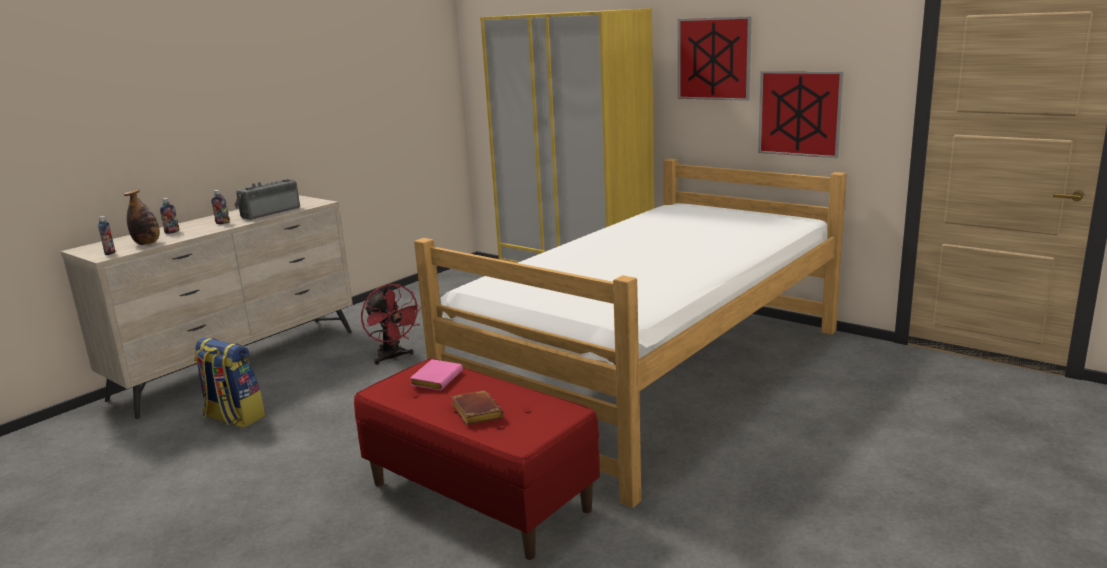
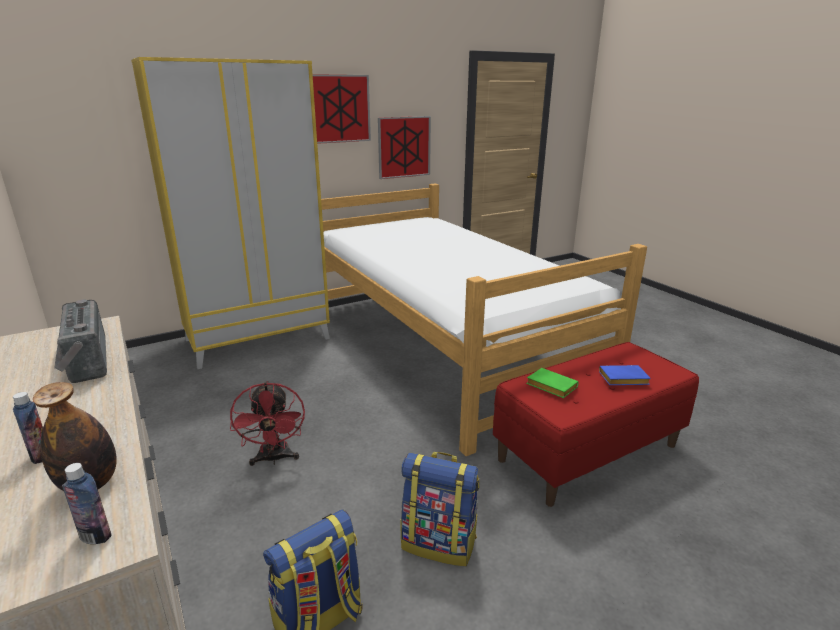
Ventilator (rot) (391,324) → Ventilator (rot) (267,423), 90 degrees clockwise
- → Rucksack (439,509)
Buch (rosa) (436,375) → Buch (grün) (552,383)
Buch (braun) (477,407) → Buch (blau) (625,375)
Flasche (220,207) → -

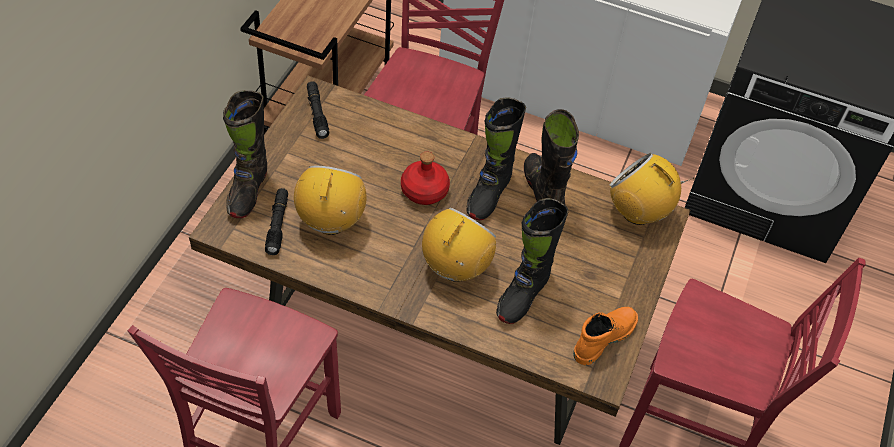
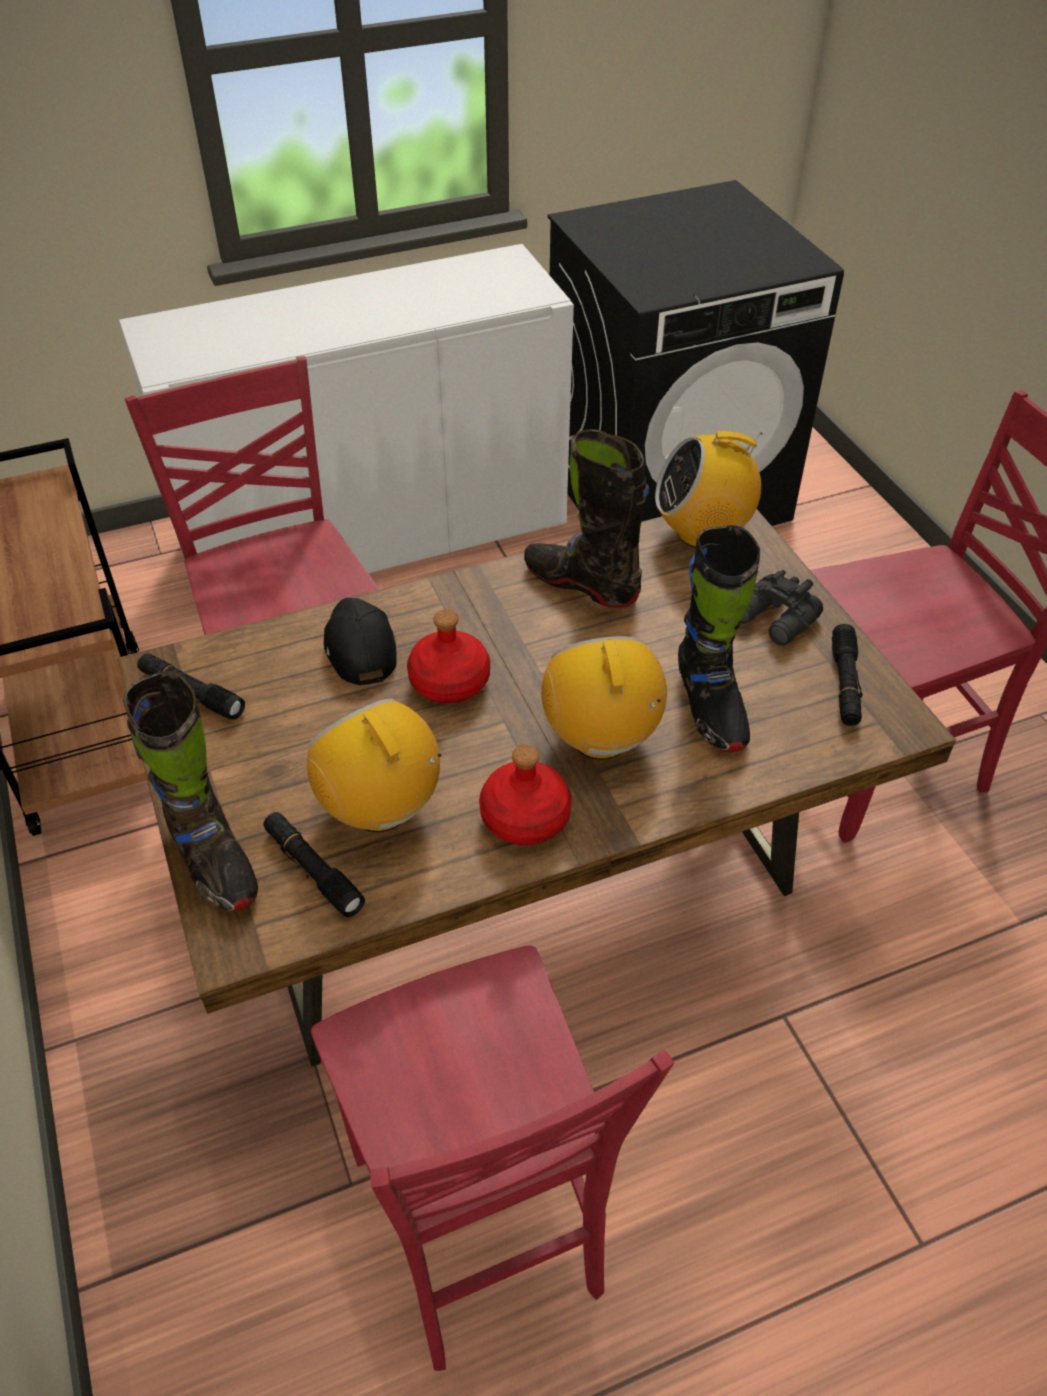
- → Kappe (schwarz) (360,641)
- → Flasche (rot) (525,795)
- → Fernglas (schwarz) (781,608)
Stiefel (orange) (605,336) → Taschenlampe (schwarz) (847,675)
Stiefel (schwarz) (496,158) → -

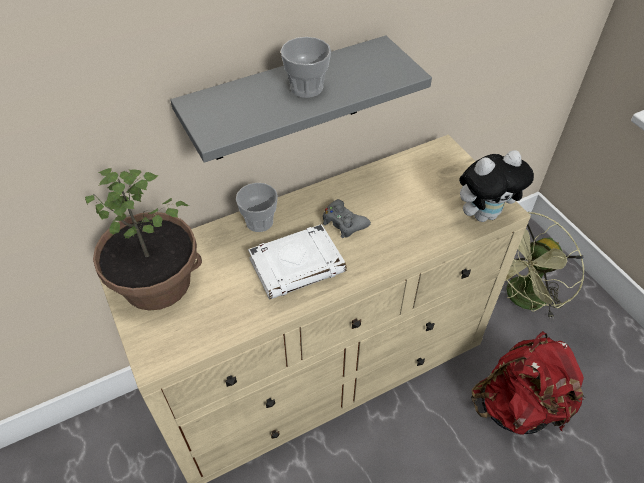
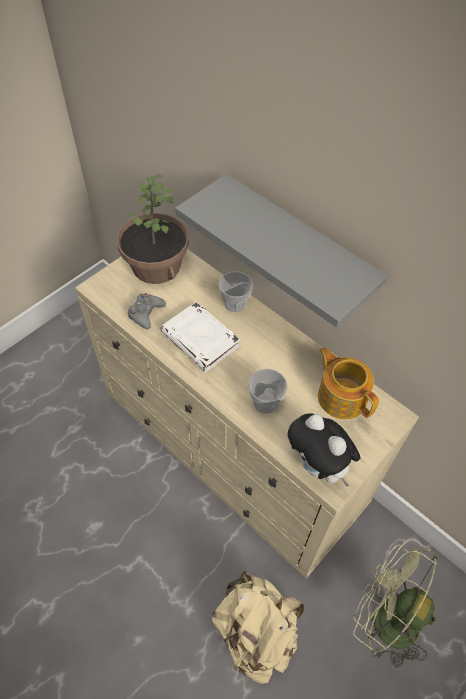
Gamepad (grau) (347,218) → Gamepad (grau) (147,311), move
Rucksack (rot) (528,383) → Rucksack (beige) (258,627)
Tasse (306,67) → Tasse (267,391), move
- → Teekanne (348,383)

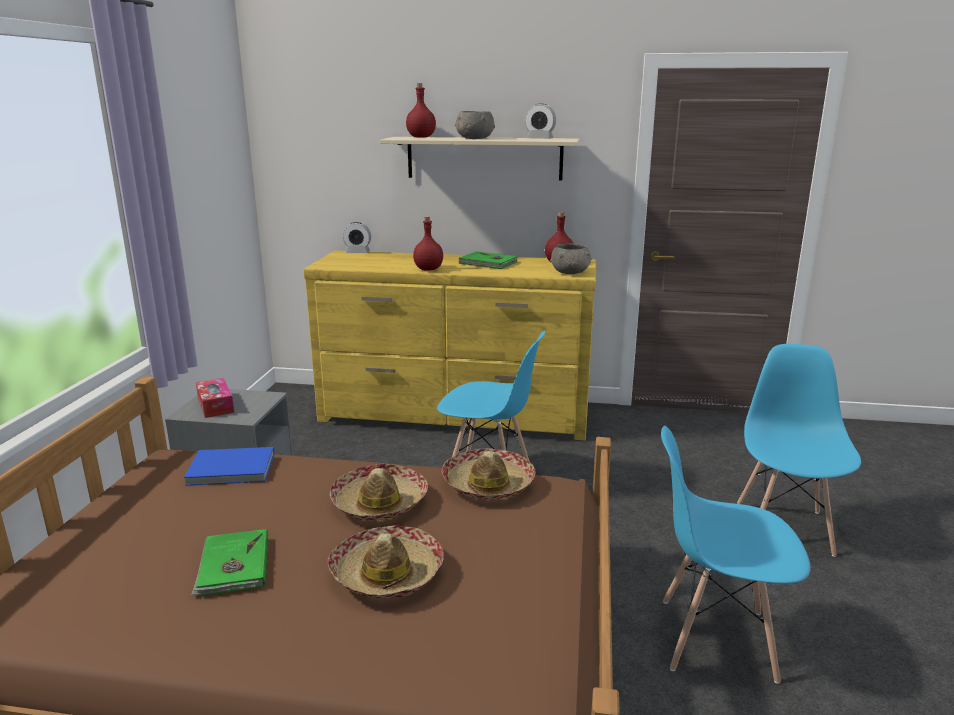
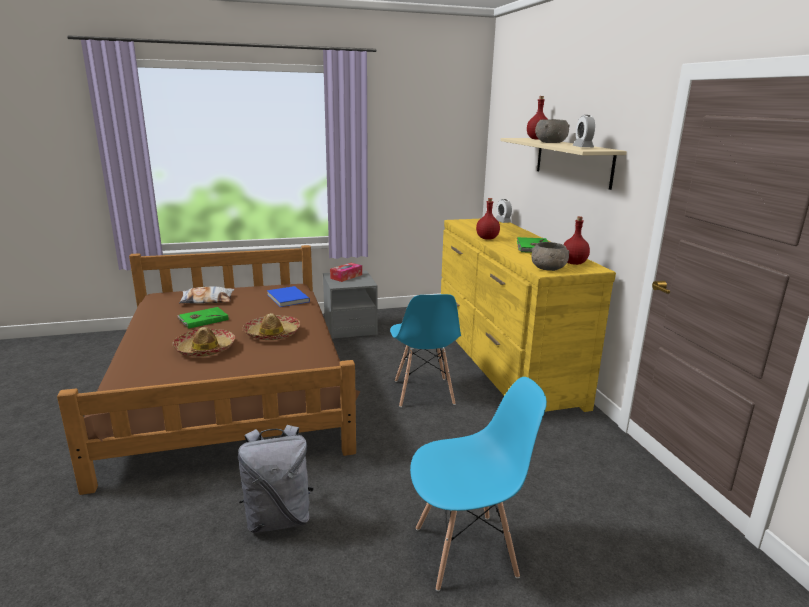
- → Kissen (206,295)
Stuhl (blau) (736,555) → Rucksack (grau) (276,479)
Hut (488,473) → -

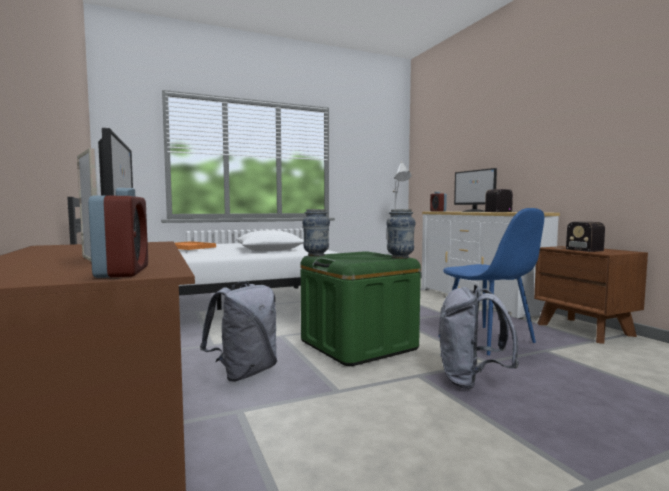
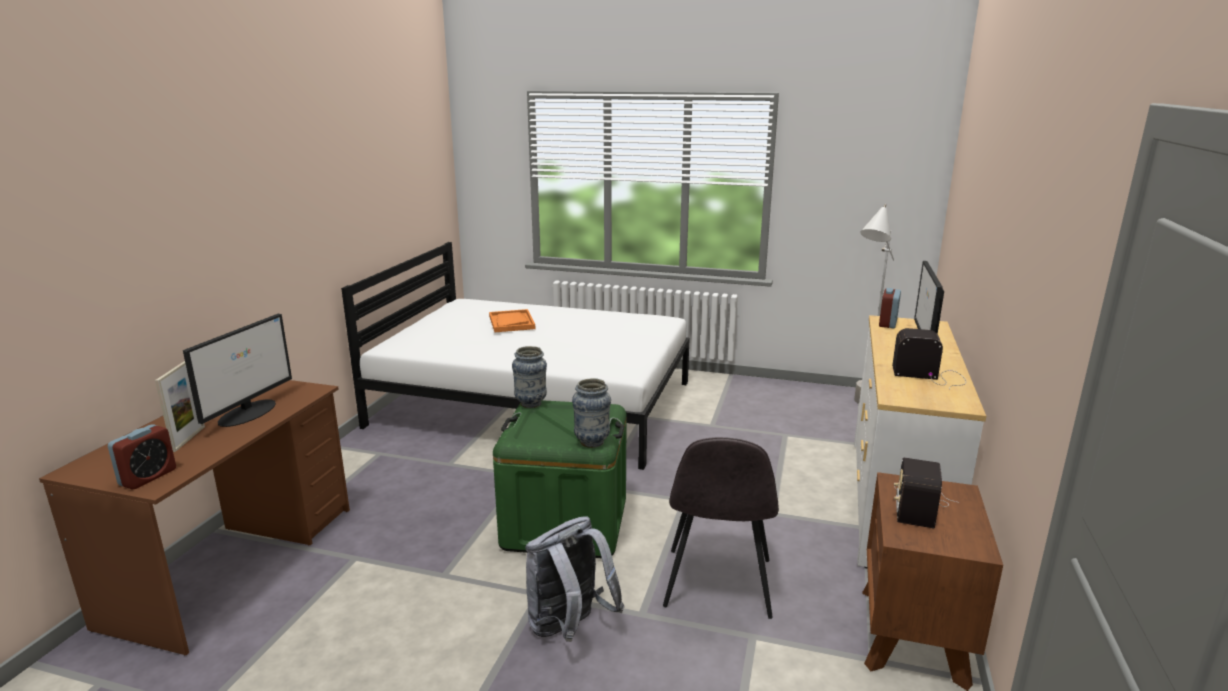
Stuhl (blau) (491,281) → Stuhl (grau) (721,528)
Rucksack (grau) (238,331) → -
Kissen (weiß) (270,241) → -

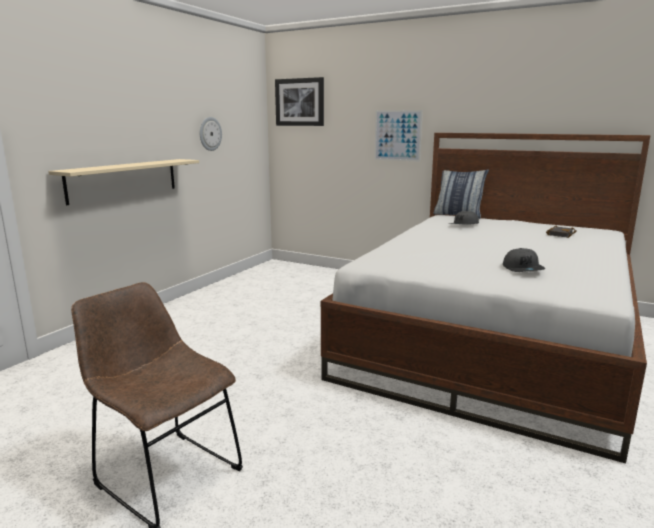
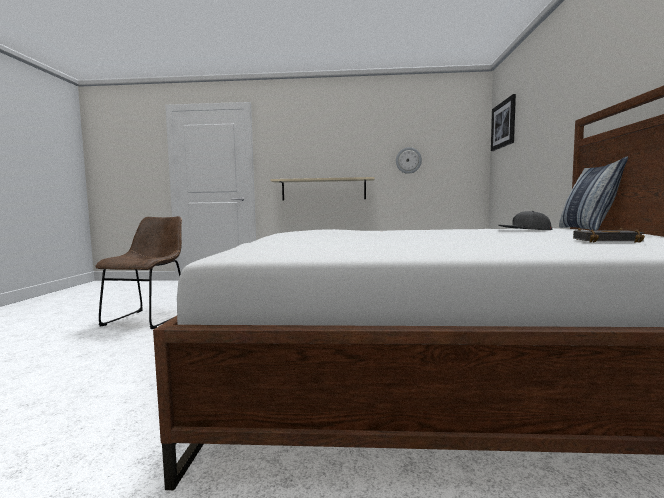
Bild (398,136) → -
Kappe (grau) (524,260) → -

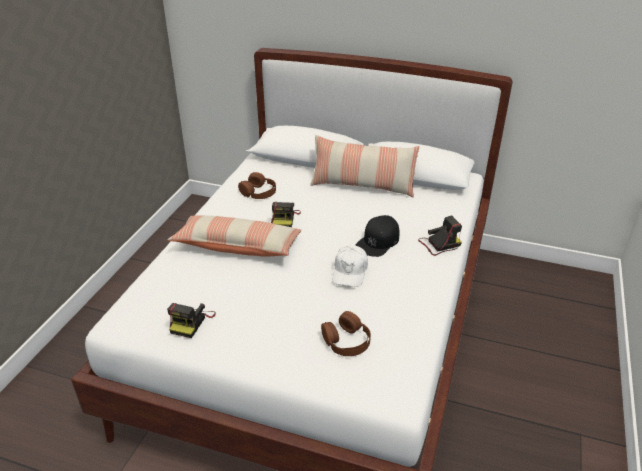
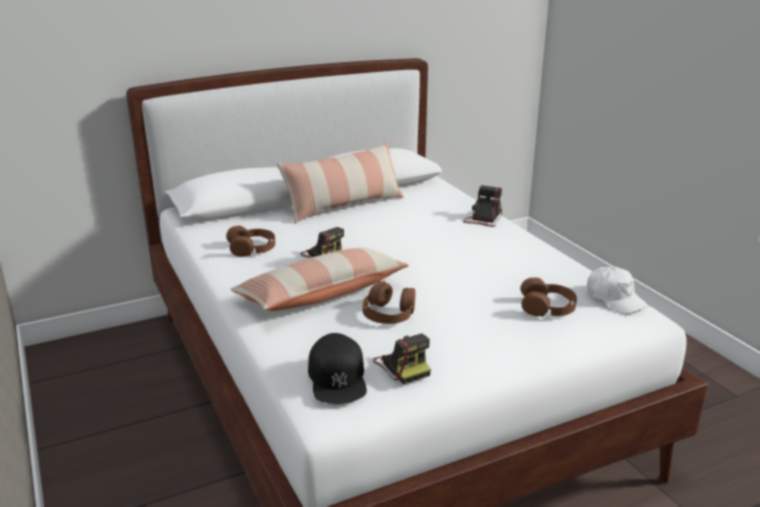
Kappe (schwarz) (377,236) → Kappe (schwarz) (337,368), move
- → Kopfhörer (braun) (388,302)
Kappe (weiß) (350,266) → Kappe (weiß) (618,290), move

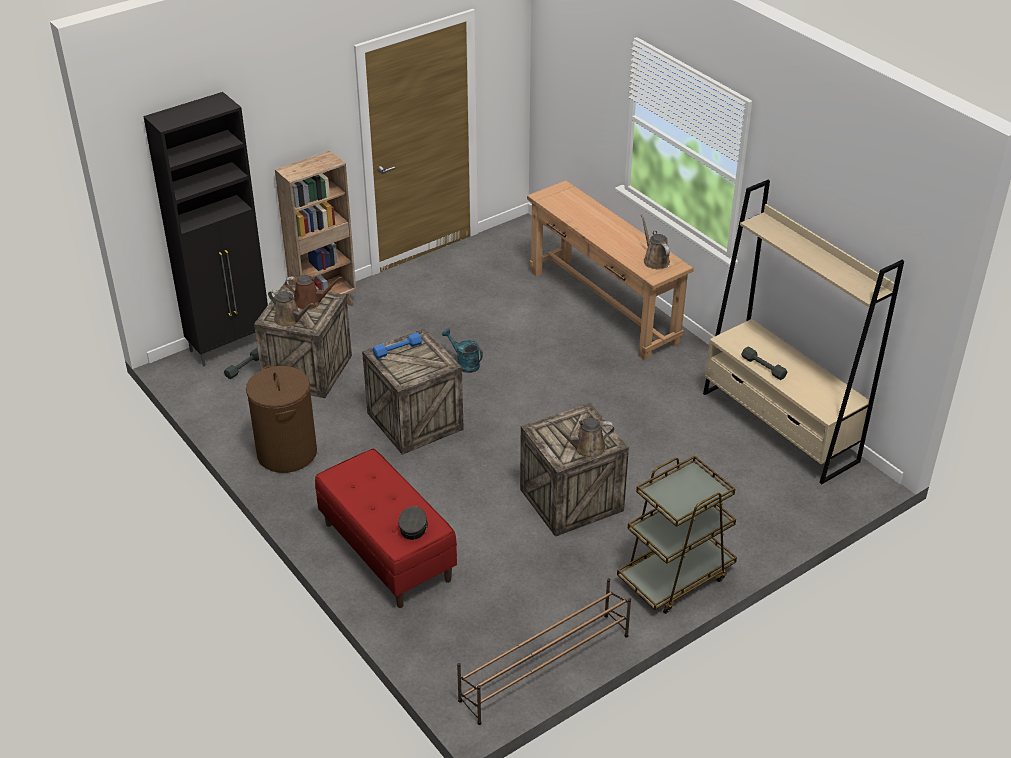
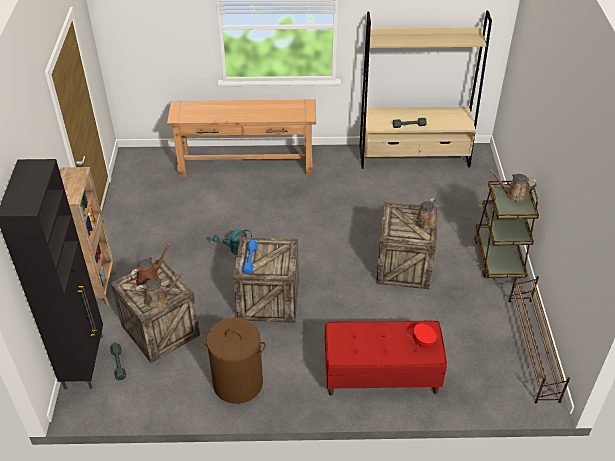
Kappe (grau) (413,523) → Kappe (rot) (422,335)
Gießkanne (braun) (655,241) → Gießkanne (braun) (513,186), move

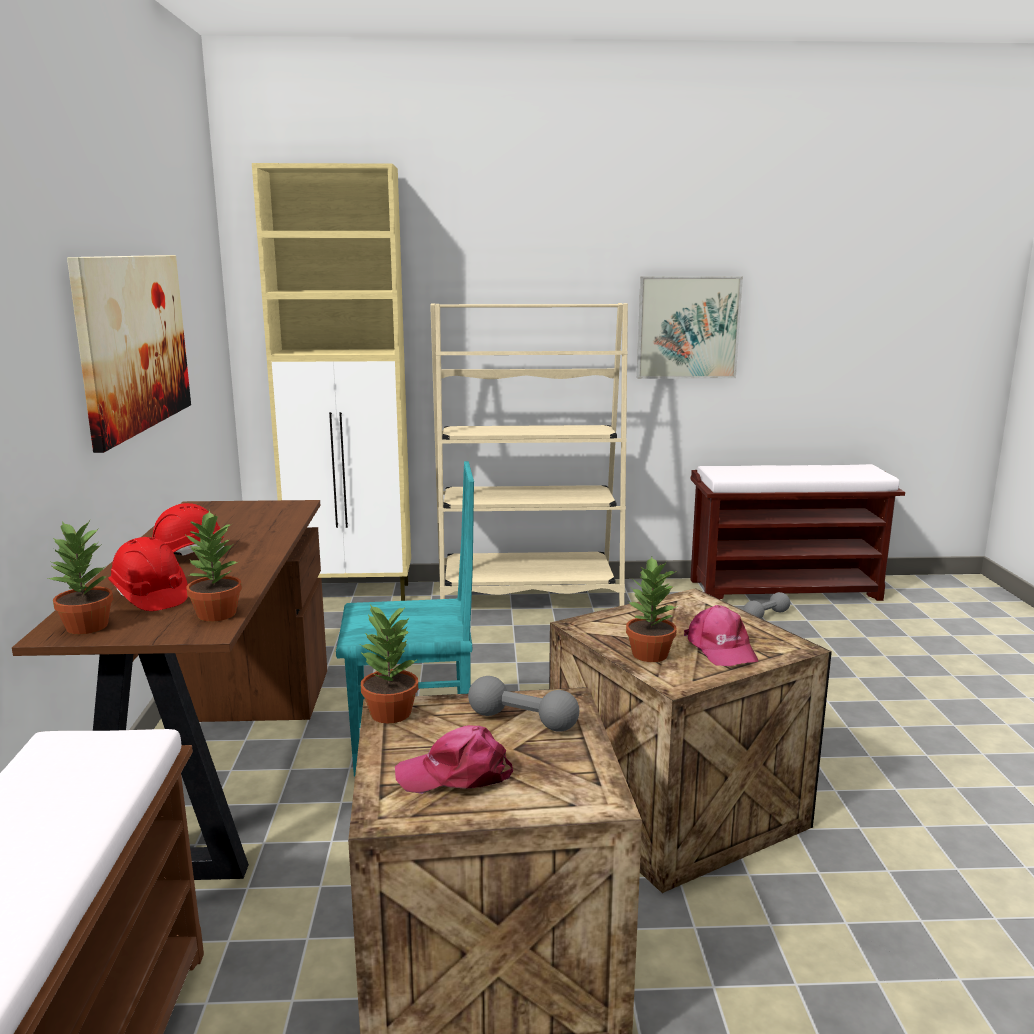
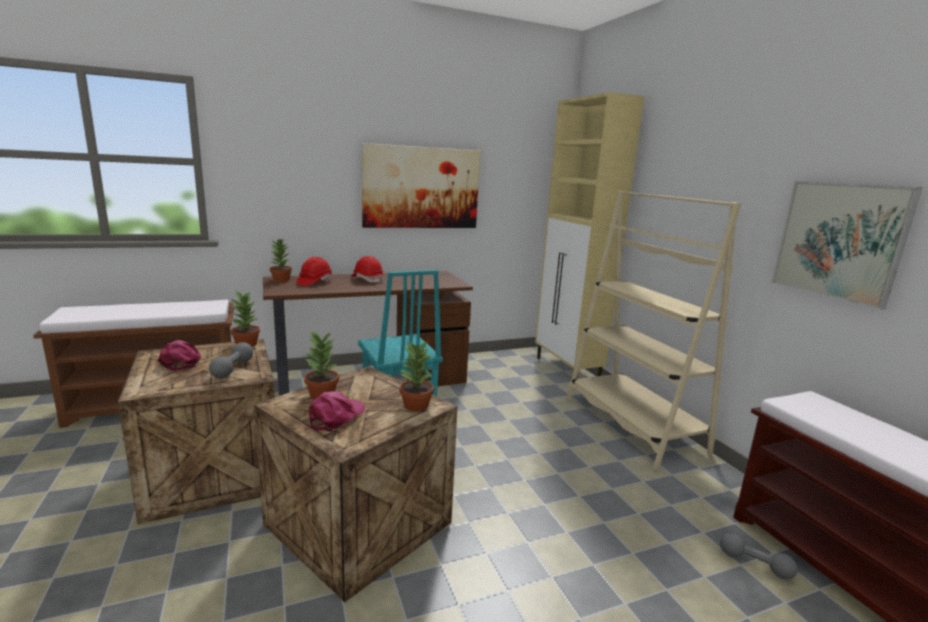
Kappe (rosa) (721,635) → Kappe (rosa) (337,411), 150 degrees clockwise
Topfpflanze (213,565) → Topfpflanze (417,376), move

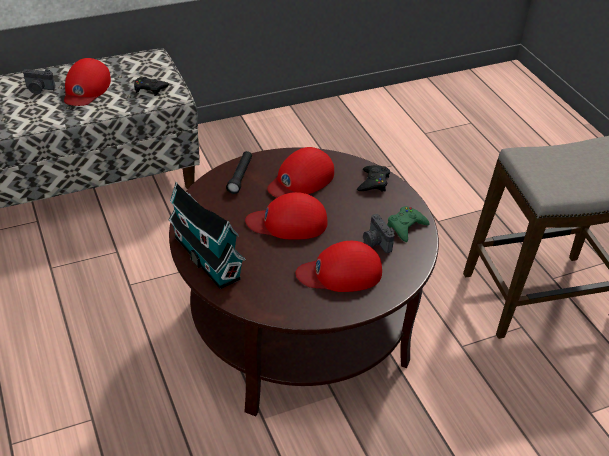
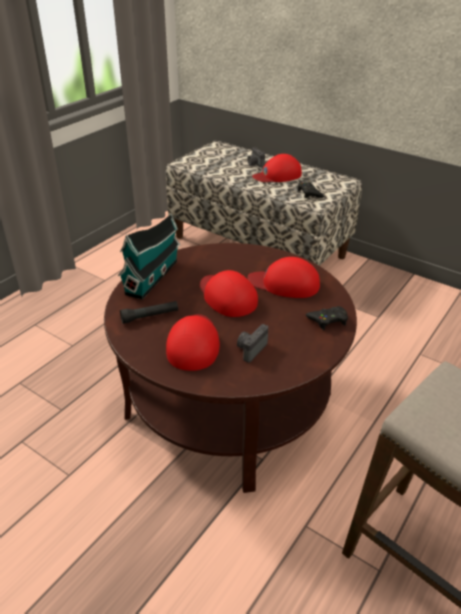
Taschenlampe (schwarz) (239,172) → Taschenlampe (schwarz) (149,312), move
Kappe (rot) (338,266) → Kappe (rot) (193,342), 45 degrees clockwise
Gamepad (grün) (408,224) → -

